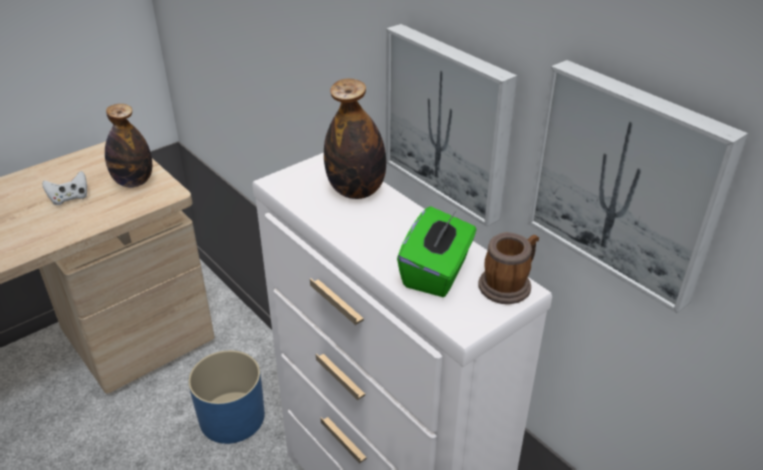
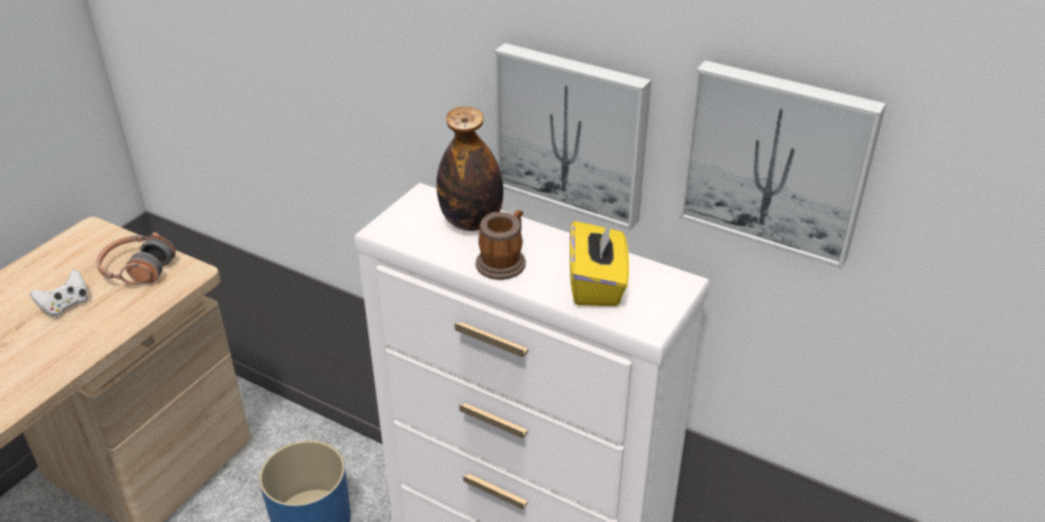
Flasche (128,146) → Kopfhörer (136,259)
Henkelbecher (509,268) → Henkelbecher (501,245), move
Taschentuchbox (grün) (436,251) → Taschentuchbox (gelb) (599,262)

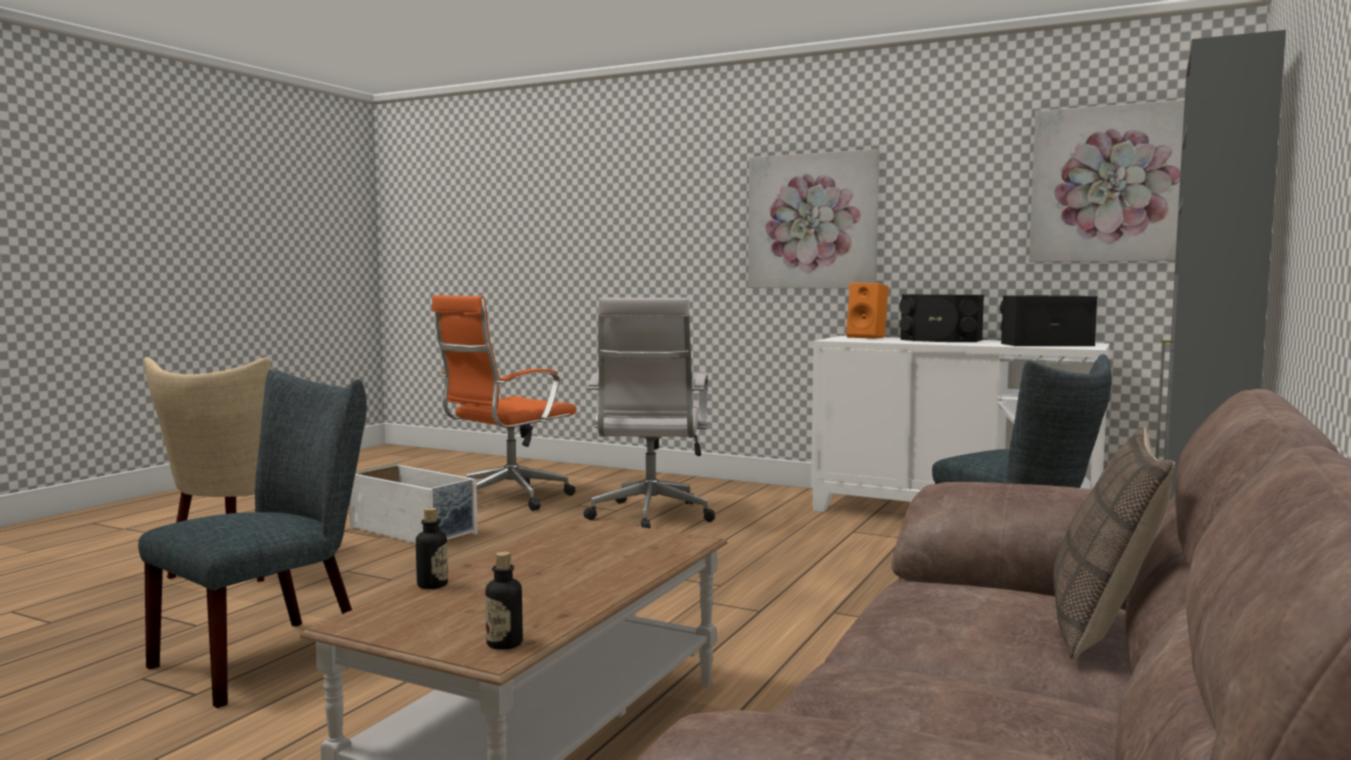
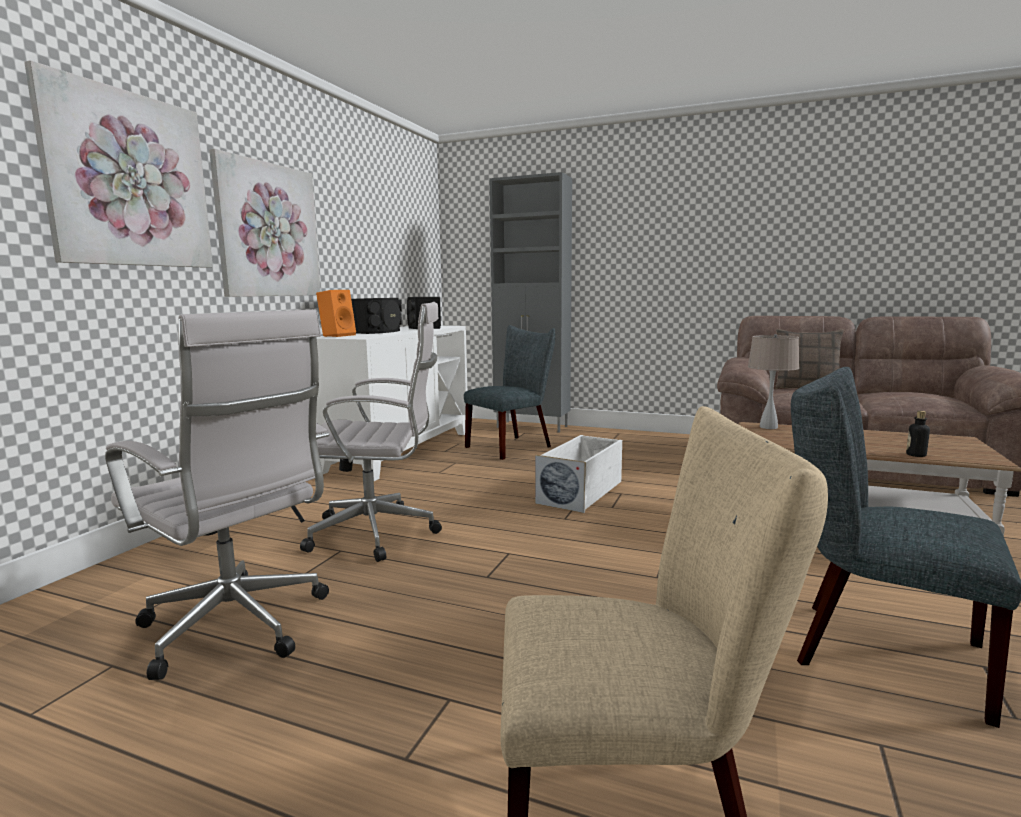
Bild (1107,181) → Bild (118,164), move
Bürostuhl (orange) (504,403) → Bürostuhl (weiß) (217,494)
Aufbewahrungsbox (weiß) (413,502) → Aufbewahrungsbox (weiß) (578,474), move
- → Tischlampe (beige) (773,381)
Flasche (504,601) → -

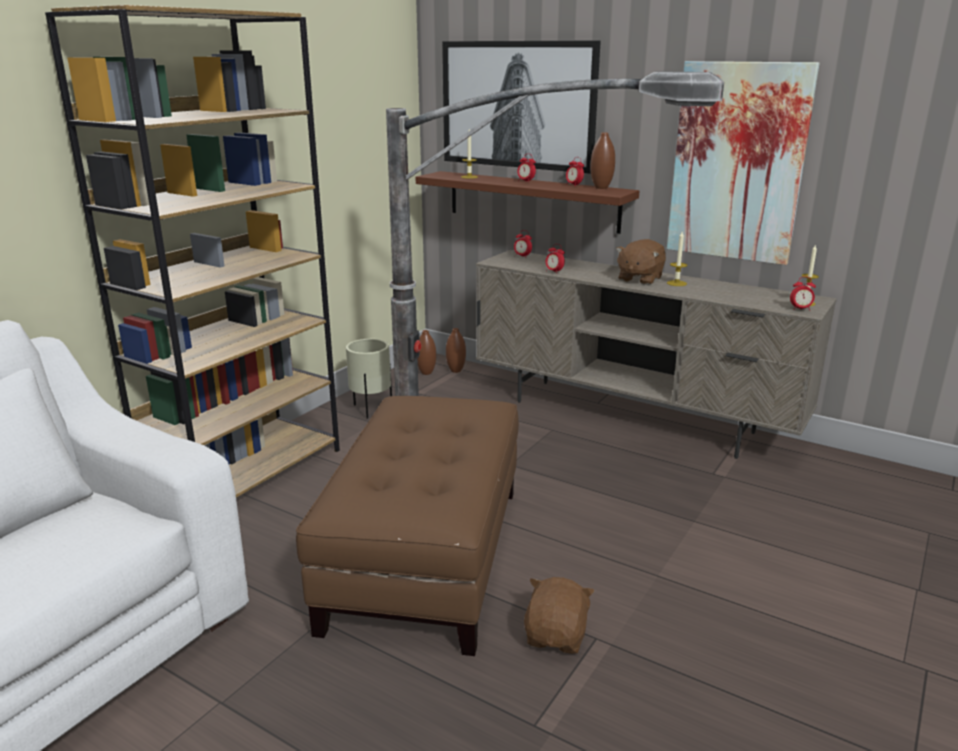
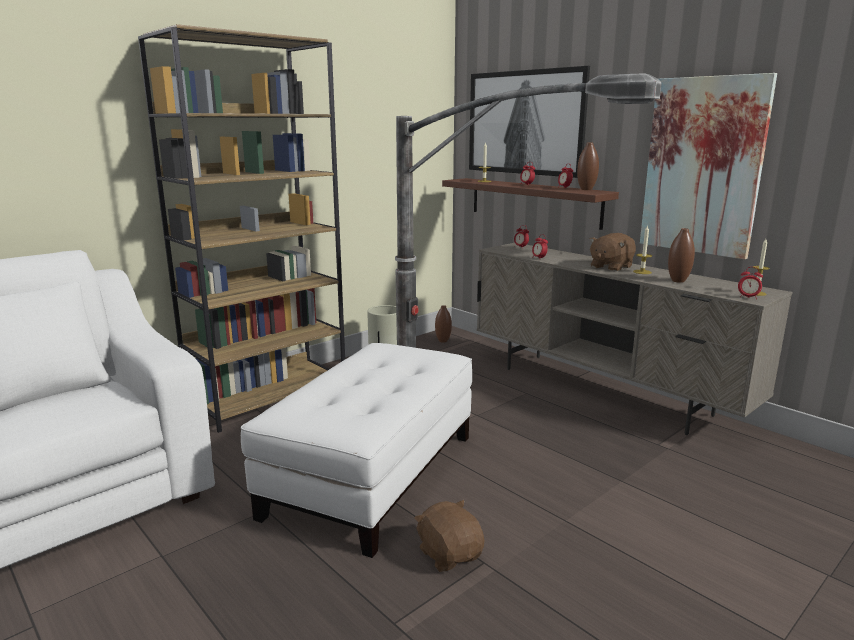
Polsterhocker (braun) (407,526) → Polsterhocker (weiß) (356,450)
Plüschtier (braun) (559,615) → Plüschtier (braun) (449,536), 60 degrees counterclockwise
Vase (braun) (456,350) → Vase (braun) (681,255), move

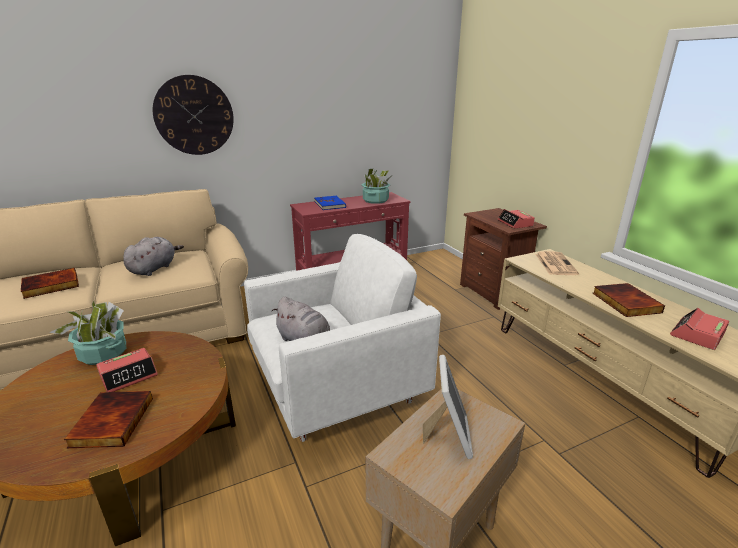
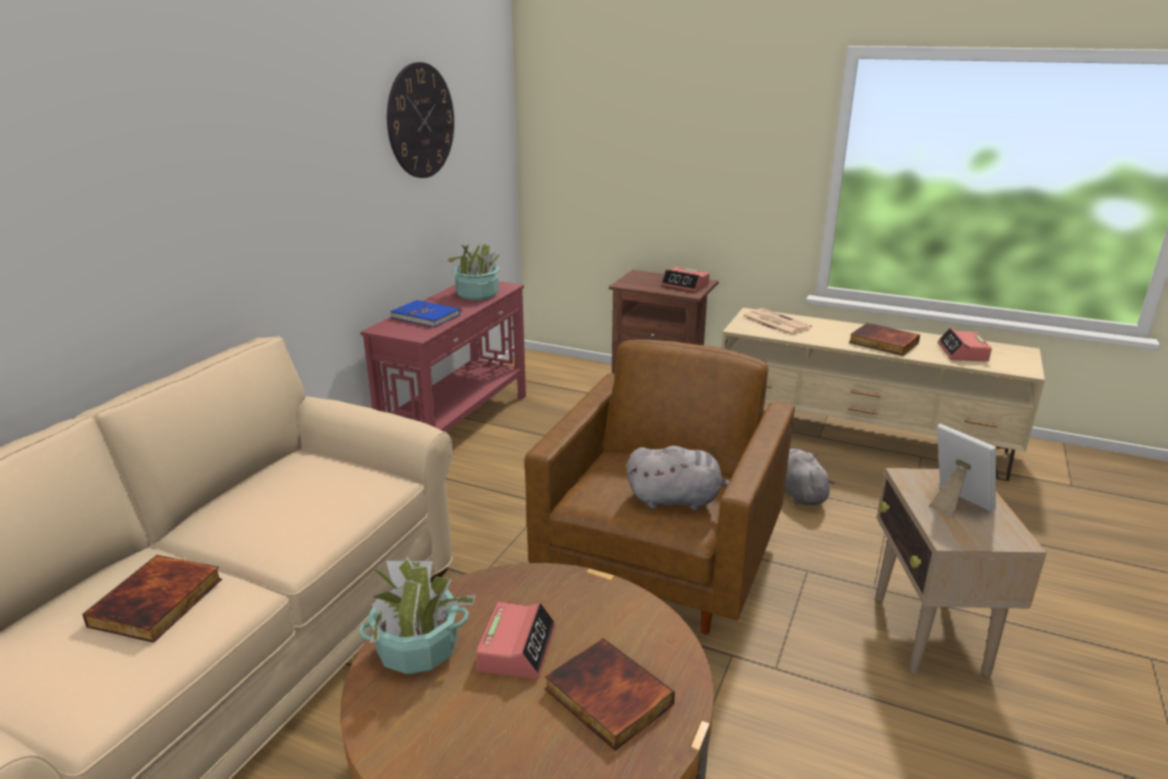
Wanduhr (193,115) → Wanduhr (420,120), move
Sessel (weiß) (342,338) → Sessel (braun) (660,487)
Plüschtier (grau) (153,256) → Plüschtier (grau) (810,477), move

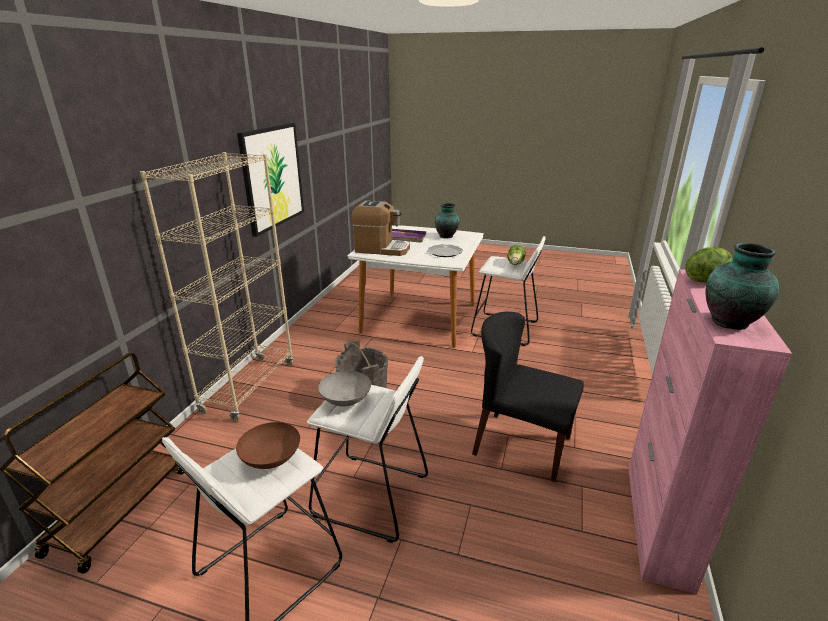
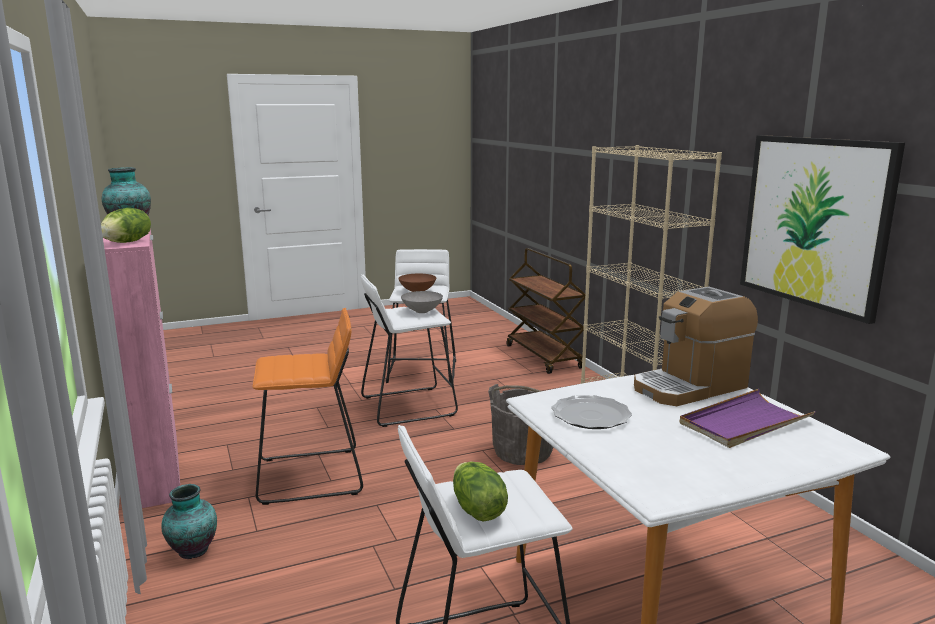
Vase (447,220) → Vase (189,521), move
Stuhl (schwarz) (528,396) → Hocker (orange) (308,406)

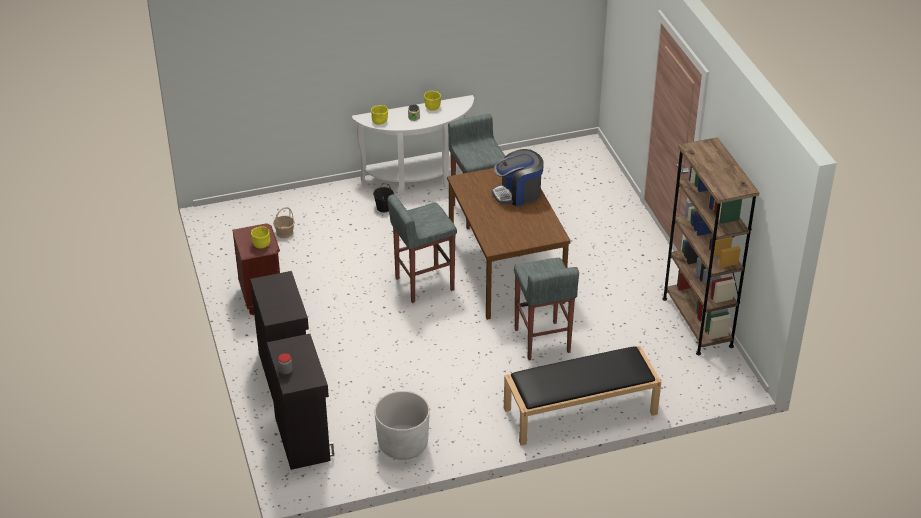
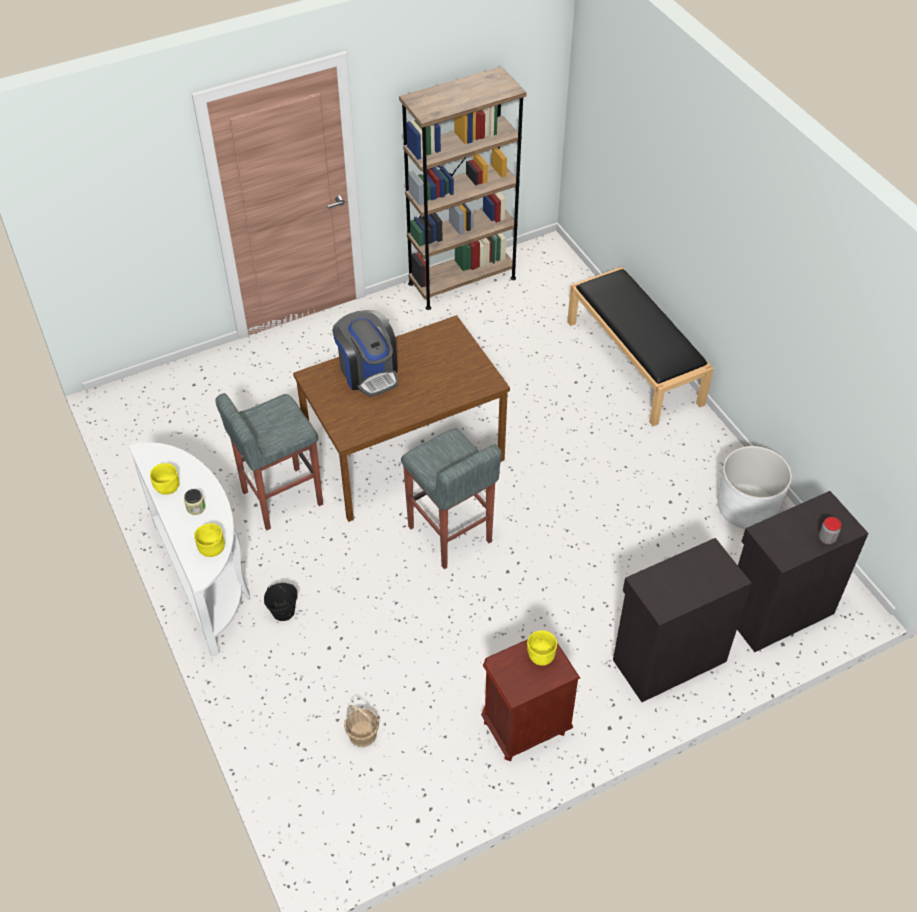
Hocker (grau) (546,309) → -

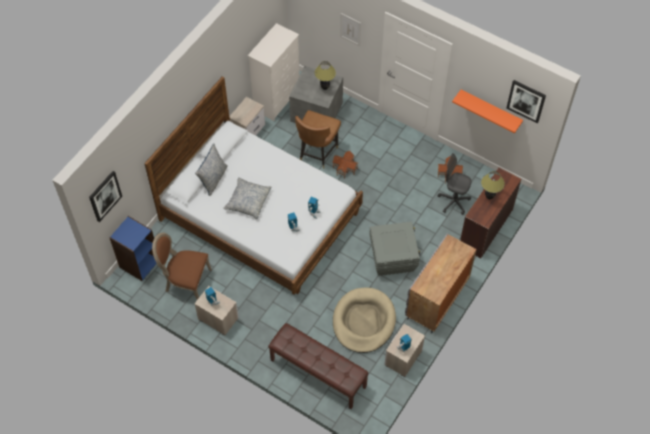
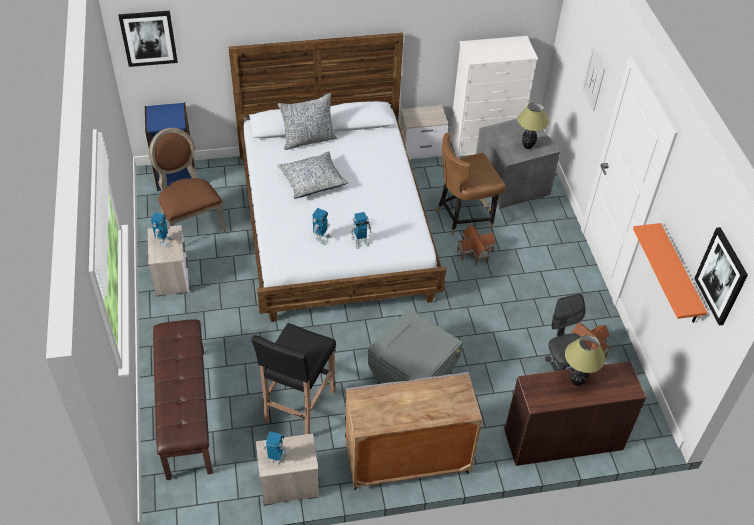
Hundebett (beige) (364,320) → Hocker (schwarz) (293,378)

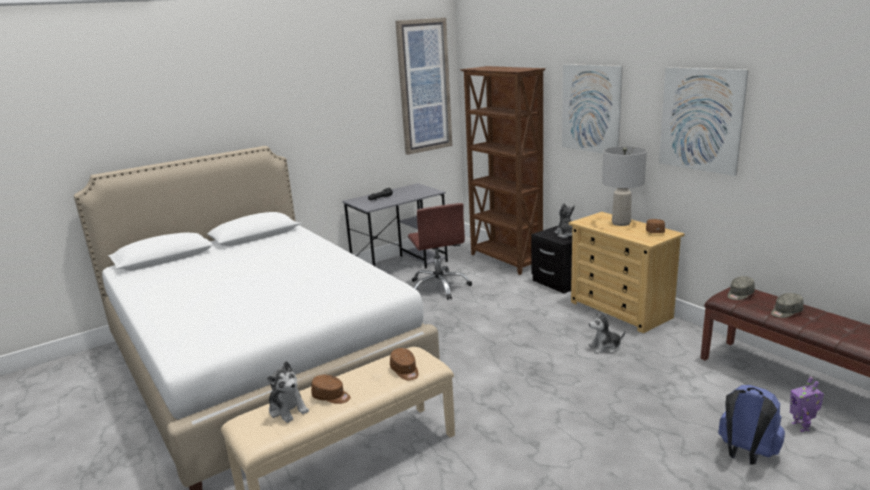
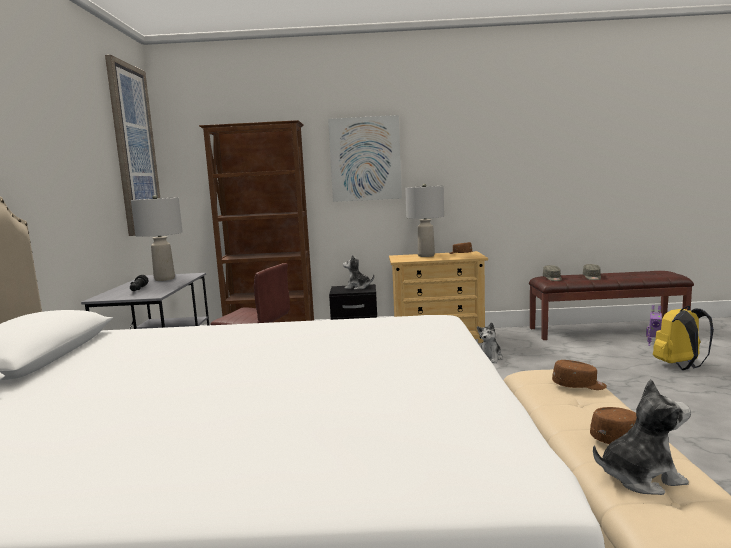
- → Tischlampe (grau) (157,238)
Rucksack (blau) (751,425) → Rucksack (gelb) (683,338)
Bild (704,121) → -

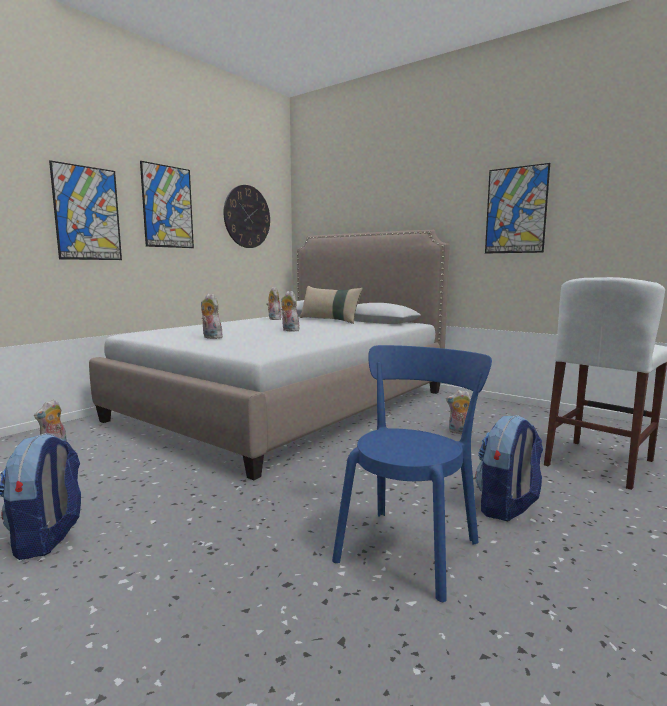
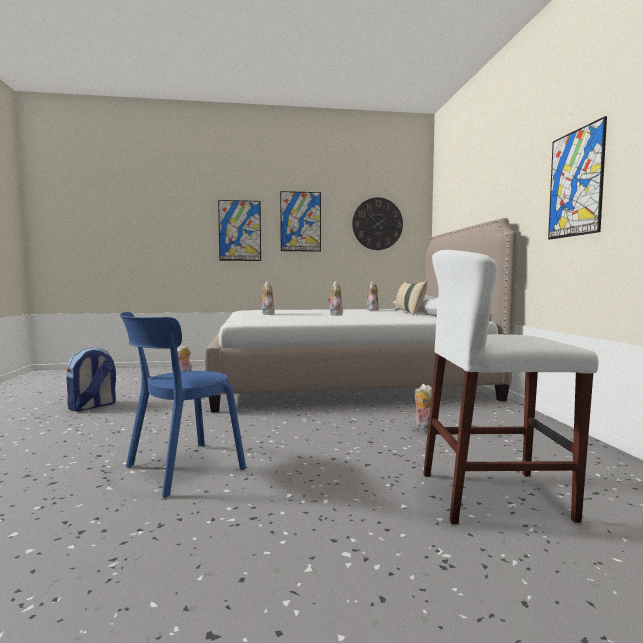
Stuhl (blau) (412,473) → Stuhl (blau) (183,405), 150 degrees clockwise
Rucksack (509,468) → -

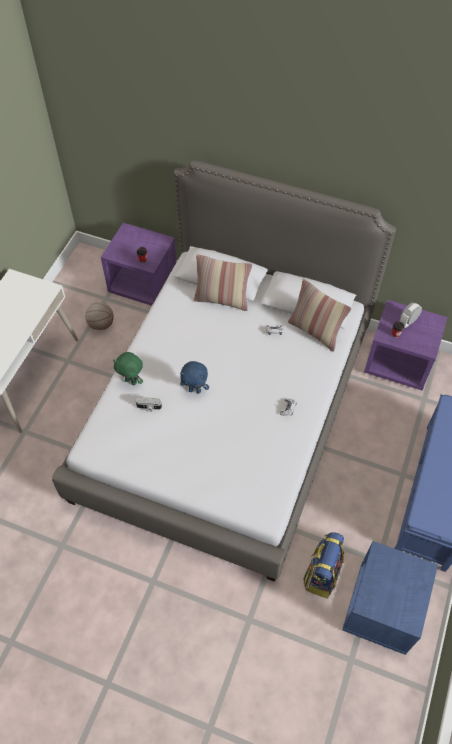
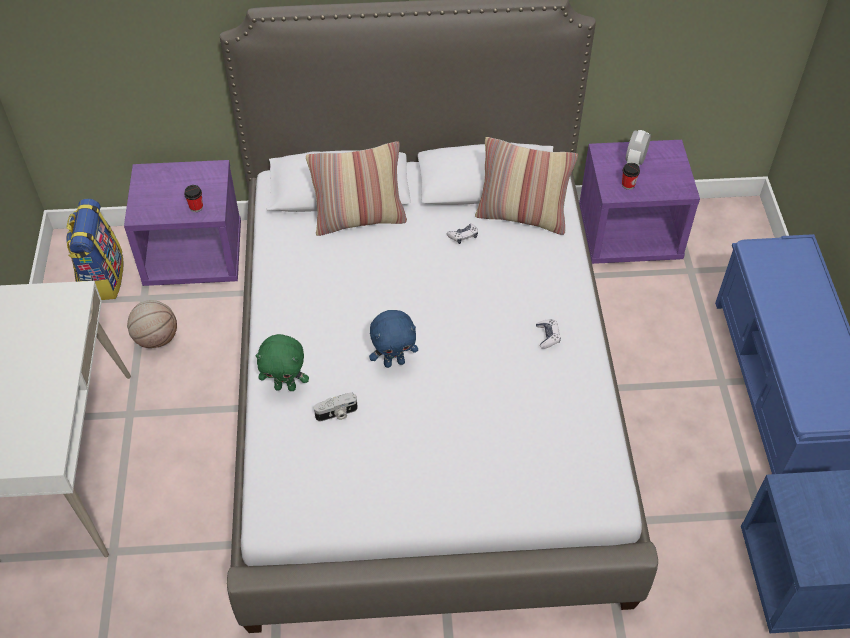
Rucksack (323,565) → Rucksack (95,249), move

